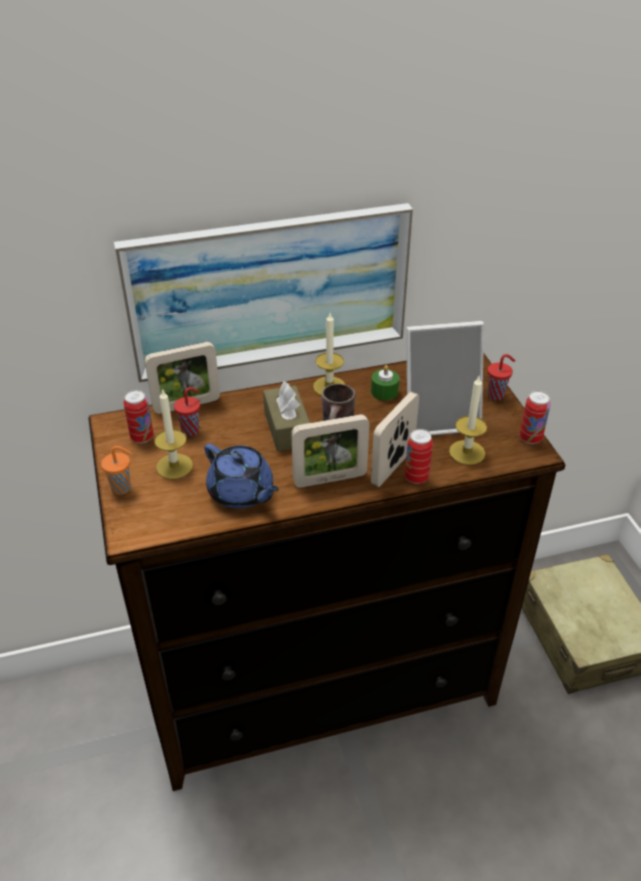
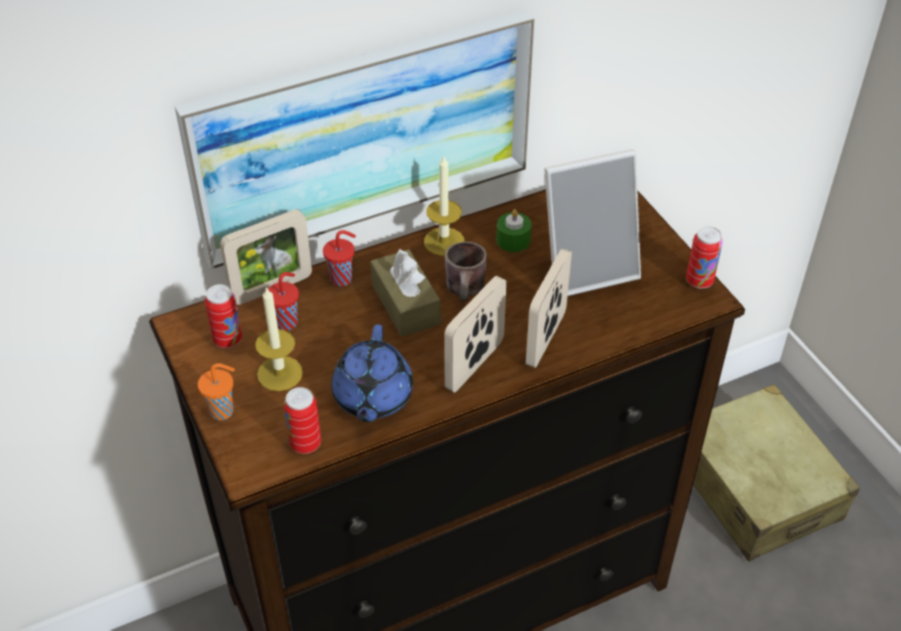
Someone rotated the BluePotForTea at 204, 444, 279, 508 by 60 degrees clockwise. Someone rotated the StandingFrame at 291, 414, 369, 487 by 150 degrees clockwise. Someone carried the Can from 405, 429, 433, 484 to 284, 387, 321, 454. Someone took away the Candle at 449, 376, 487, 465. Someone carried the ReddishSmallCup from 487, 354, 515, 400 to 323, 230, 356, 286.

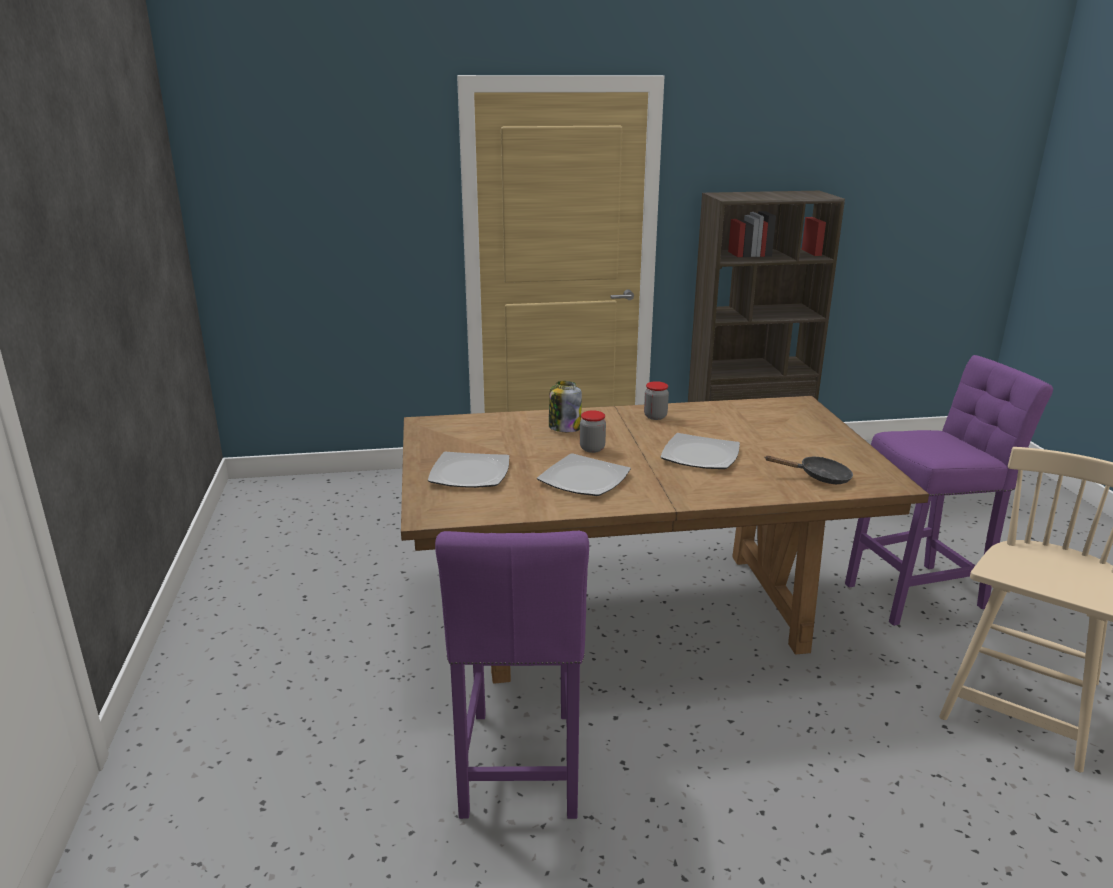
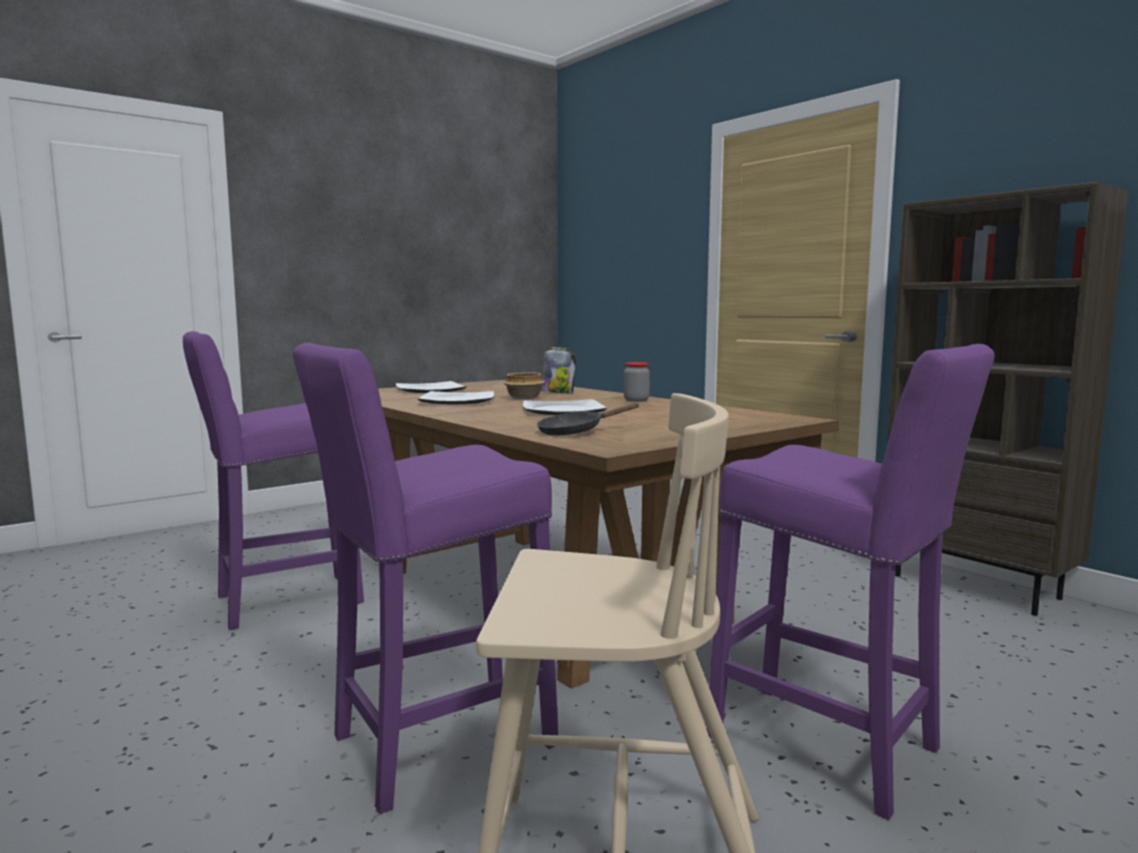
Someone swapped the PreserveJar at 580, 411, 606, 453 for the ServingBowl at 503, 372, 545, 400. Someone rotated the BlackFryingPan at 764, 455, 853, 484 by 90 degrees clockwise. Someone put down the PurpleColouredStool at 293, 343, 558, 814.

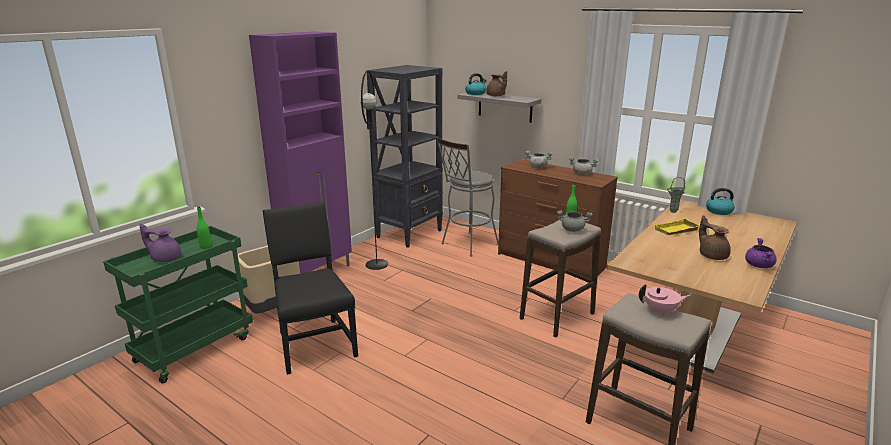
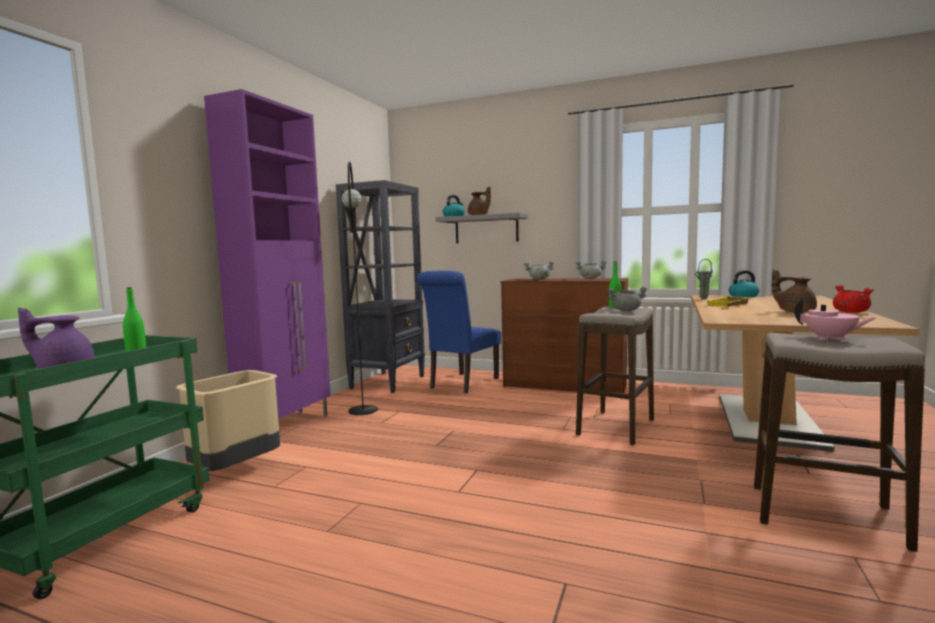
Someone took away the BlackPlainChair at 263, 202, 358, 375. Someone swapped the GreyishStool at 437, 137, 499, 257 for the BluePlainChair at 417, 271, 501, 394. Someone rotated the PinkColouredPotForTea at 639, 284, 690, 316 by 60 degrees clockwise. Someone repainted the PurpleColouredStockpot at 745, 238, 777, 268, which became the ReddishStockpot at 833, 285, 874, 313.

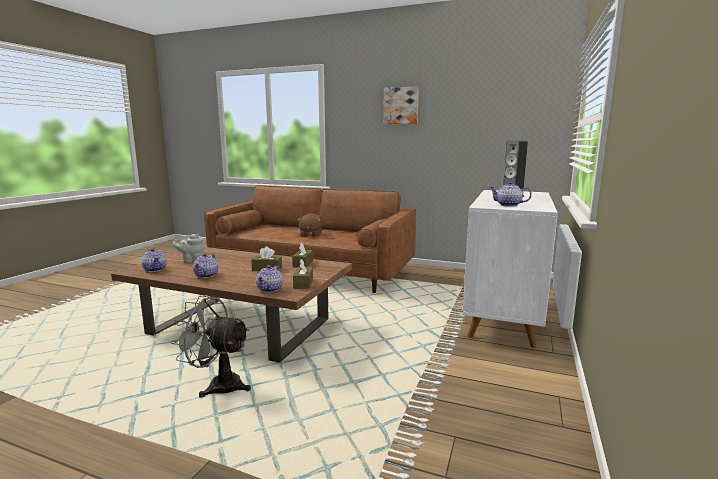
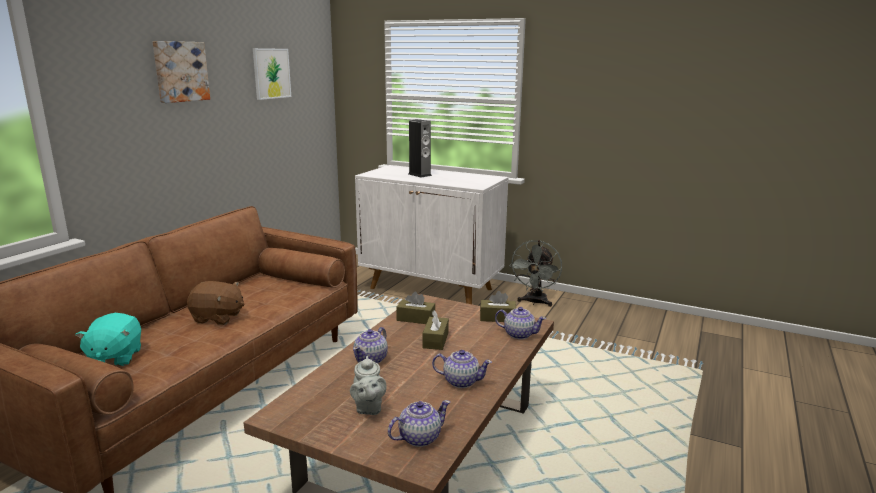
Someone carried the GreyishElectricFan from 170, 296, 251, 398 to 509, 240, 562, 307. Someone carried the PotForTea from 490, 181, 532, 207 to 353, 327, 388, 364. Someone put down the BlueGreenCuddlyToy at 75, 313, 141, 366. Someone put up the Picture at 253, 48, 291, 100.

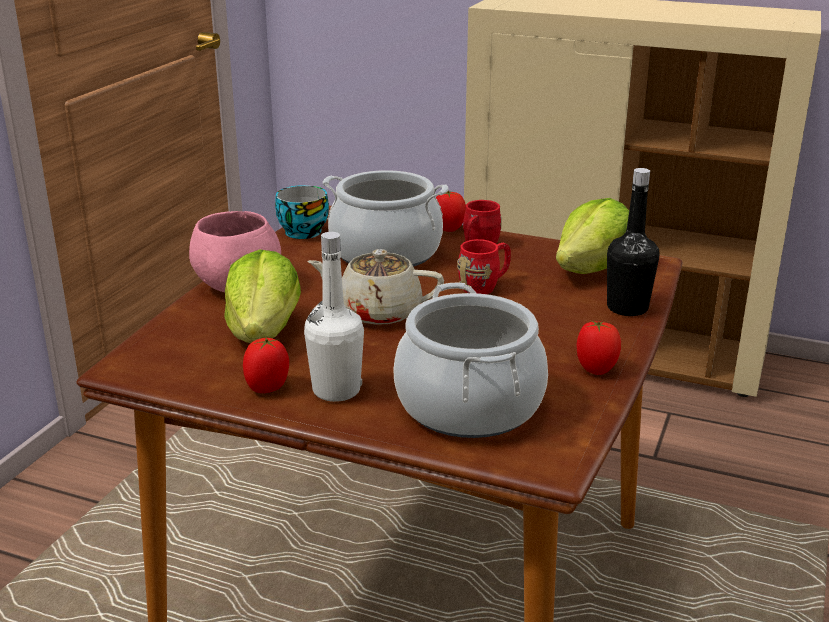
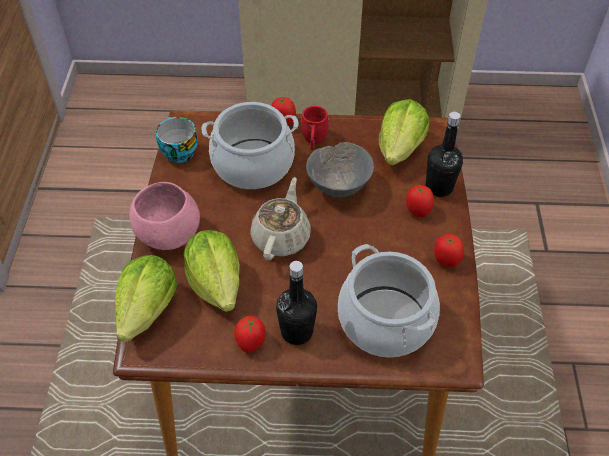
Someone repainted the WhiteColouredBottle at 304, 232, 364, 402, which became the BlackBottle at 276, 261, 317, 345. Someone rotated the SandColouredPotForTea at 307, 249, 444, 325 by 120 degrees clockwise. Someone swapped the ReddishMug at 457, 239, 511, 294 for the GreyishServingBowl at 306, 142, 374, 198. Someone put down the LettuceHead at 115, 255, 178, 342. Someone put down the WholeTomato at 406, 185, 434, 217.

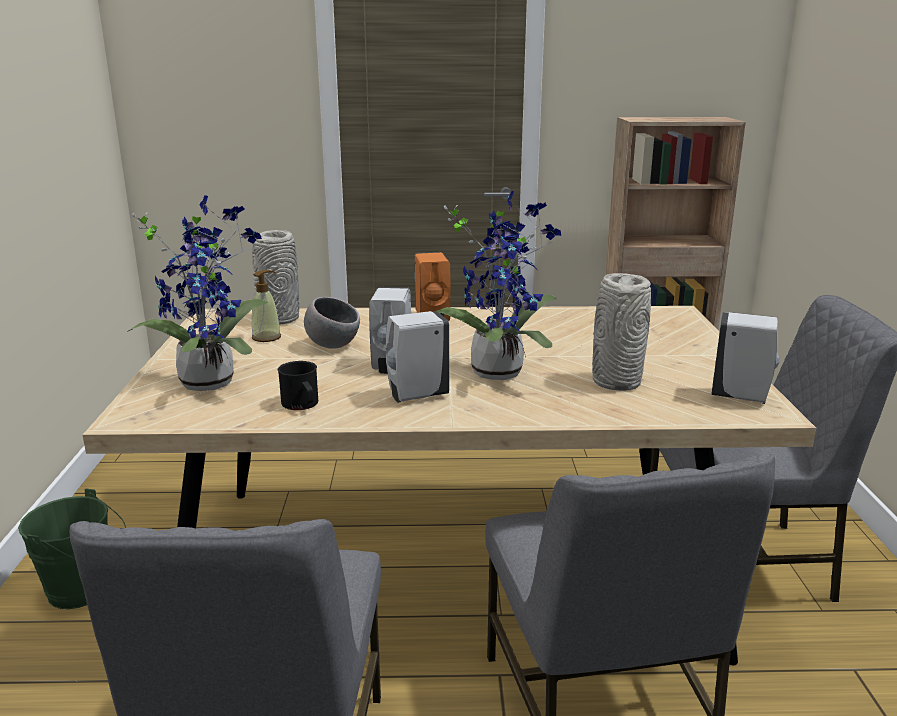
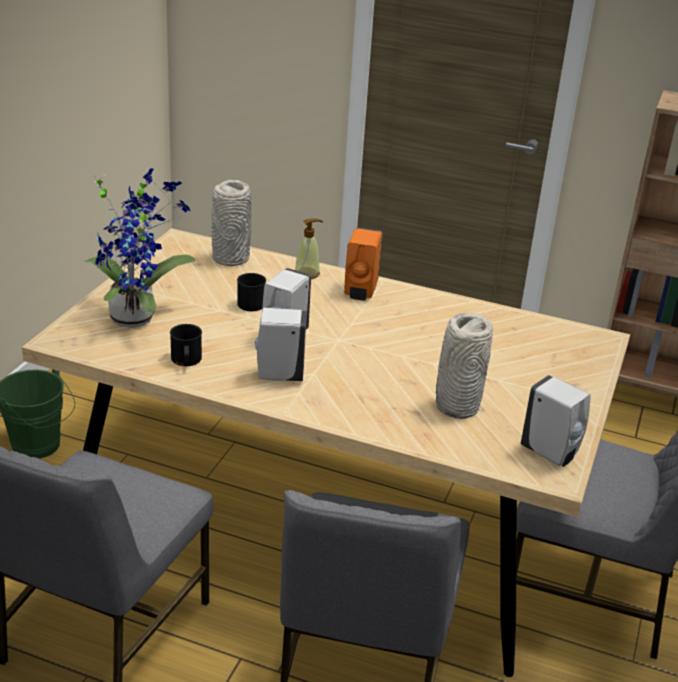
Someone carried the SoapDispenser from 252, 270, 281, 342 to 295, 218, 323, 279. Someone swapped the GreyishServingBowl at 304, 297, 360, 349 for the BlackMug at 237, 273, 266, 311. Someone took away the PlantInAPot at 437, 191, 561, 380.

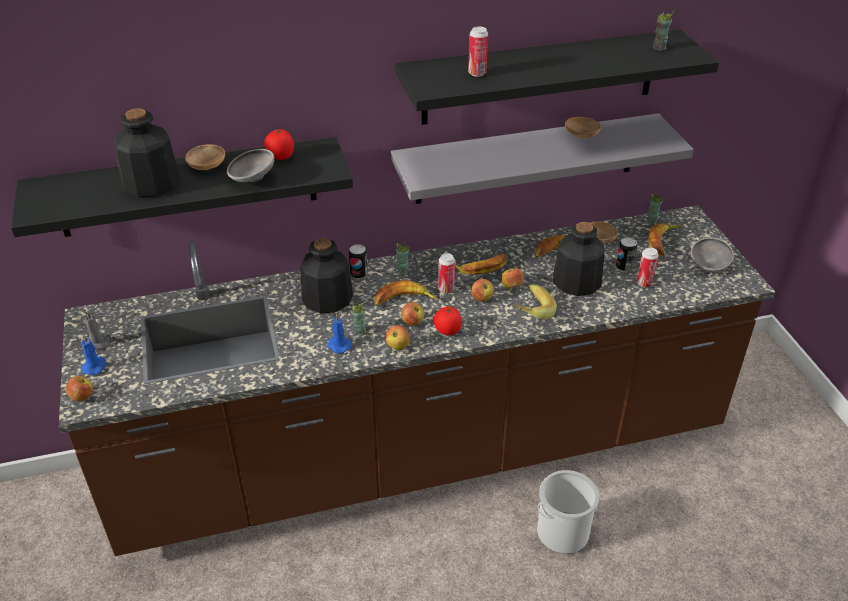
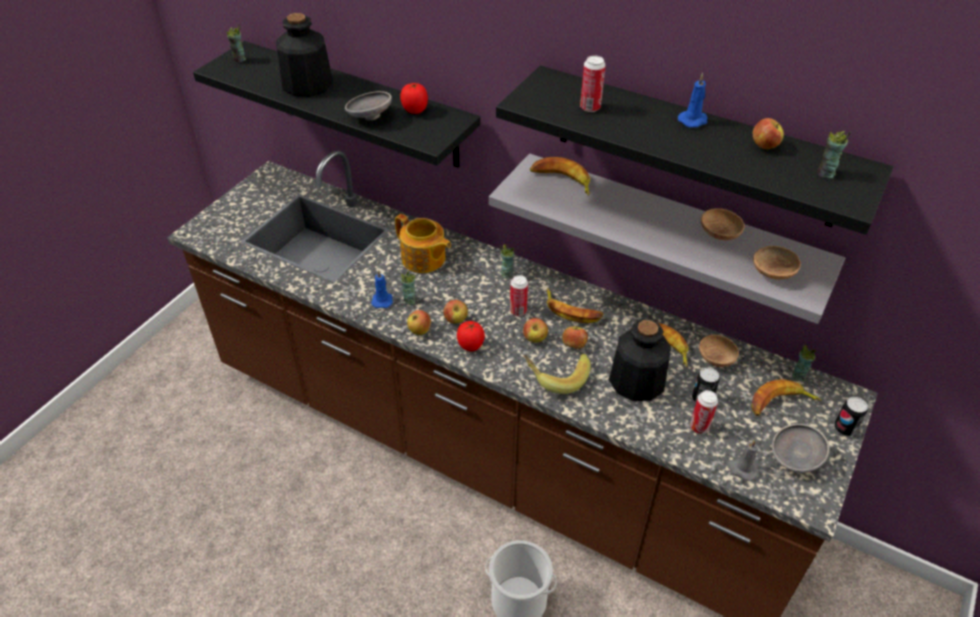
Someone carried the AppleFruit from 66, 376, 93, 401 to 753, 118, 784, 149. Someone carried the BlueCandle from 81, 335, 107, 375 to 678, 73, 708, 127. Someone carried the GreyishCandle from 84, 311, 110, 350 to 727, 440, 759, 481. Someone carried the BrownishServingBowl from 185, 144, 225, 170 to 753, 246, 801, 280. Someone swapped the Bottle at 300, 238, 353, 313 for the PotForTea at 395, 214, 451, 273. Someone carried the Can from 349, 244, 368, 279 to 834, 397, 868, 436. Someone carried the Banana from 374, 280, 438, 306 to 530, 157, 590, 196. Someone put down the SmallCup at 226, 24, 246, 63.

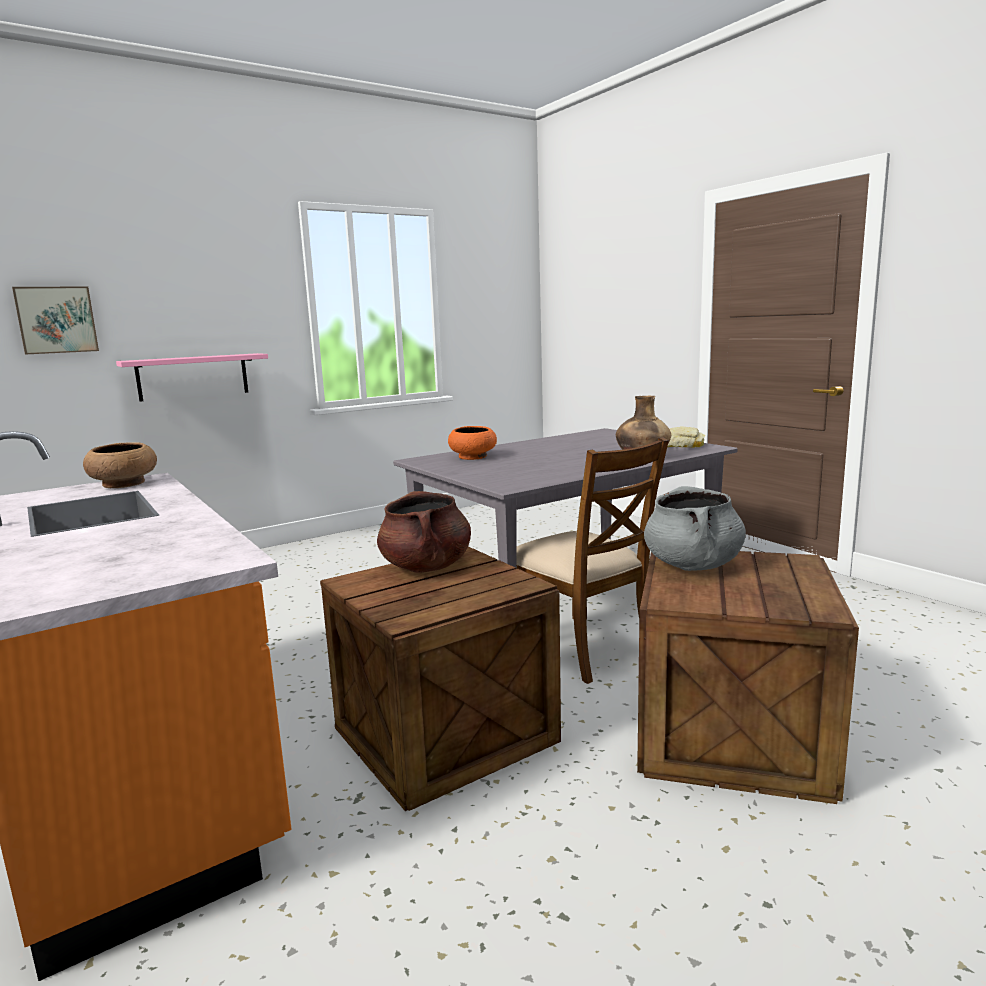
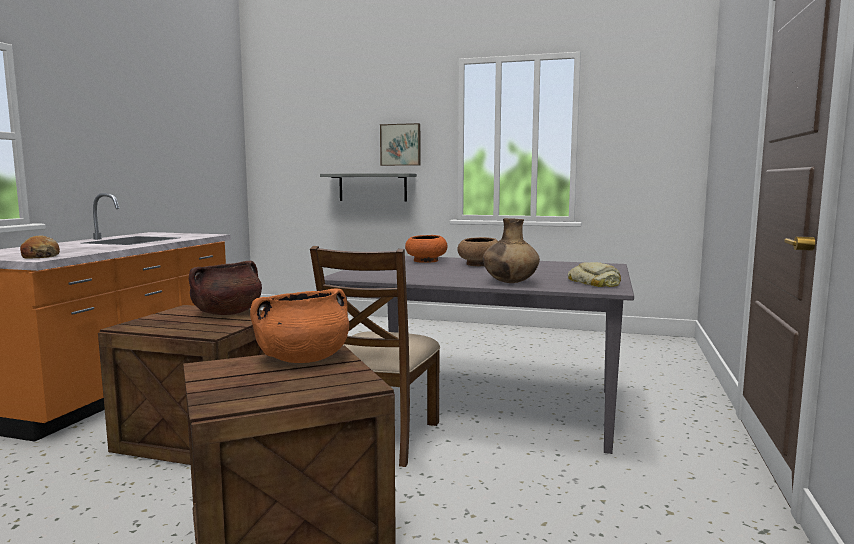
Someone carried the Picture from 12, 287, 99, 355 to 380, 123, 420, 166. Someone carried the BrownishServingBowl from 83, 442, 157, 488 to 457, 237, 498, 266. Someone repainted the PinkColouredBracketShelf at 116, 353, 268, 401, which became the GreyishBracketShelf at 320, 173, 417, 202. Someone repainted the GreyishStockpot at 644, 486, 746, 571, which became the OrangeColouredStockpot at 250, 289, 349, 363. Someone put down the BakeryBread at 20, 236, 60, 258.

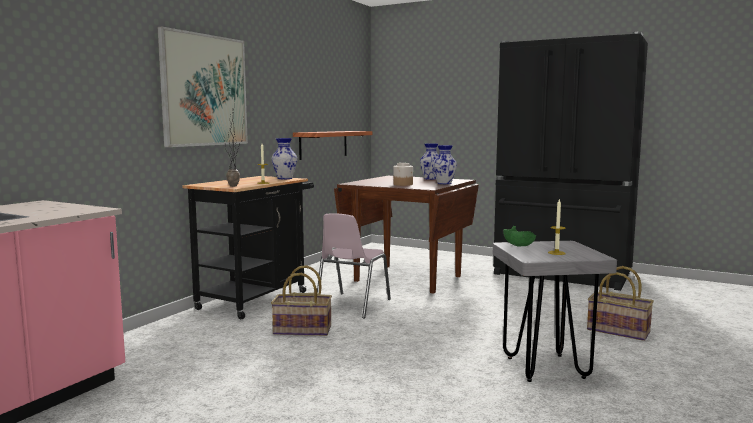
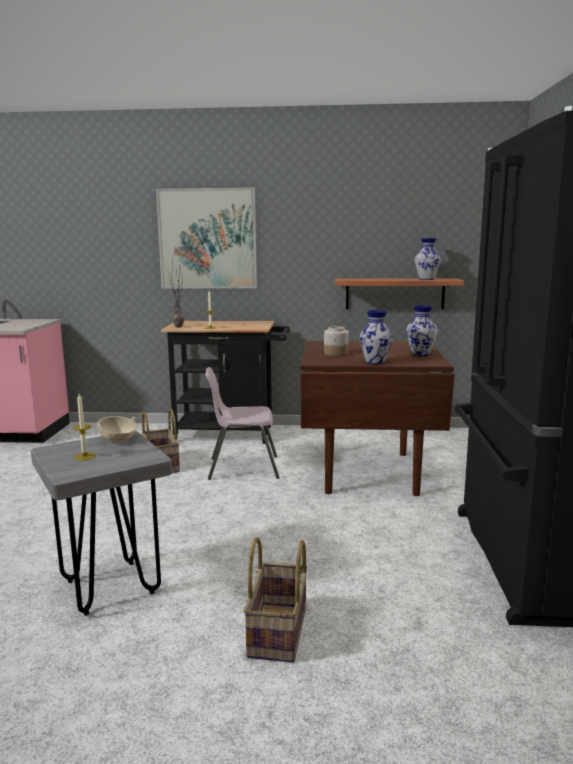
Someone carried the DecorativeVase from 271, 138, 297, 179 to 415, 238, 441, 280. Someone repainted the GreenishServingBowl at 503, 226, 536, 247, which became the SandColouredServingBowl at 97, 416, 138, 442.

